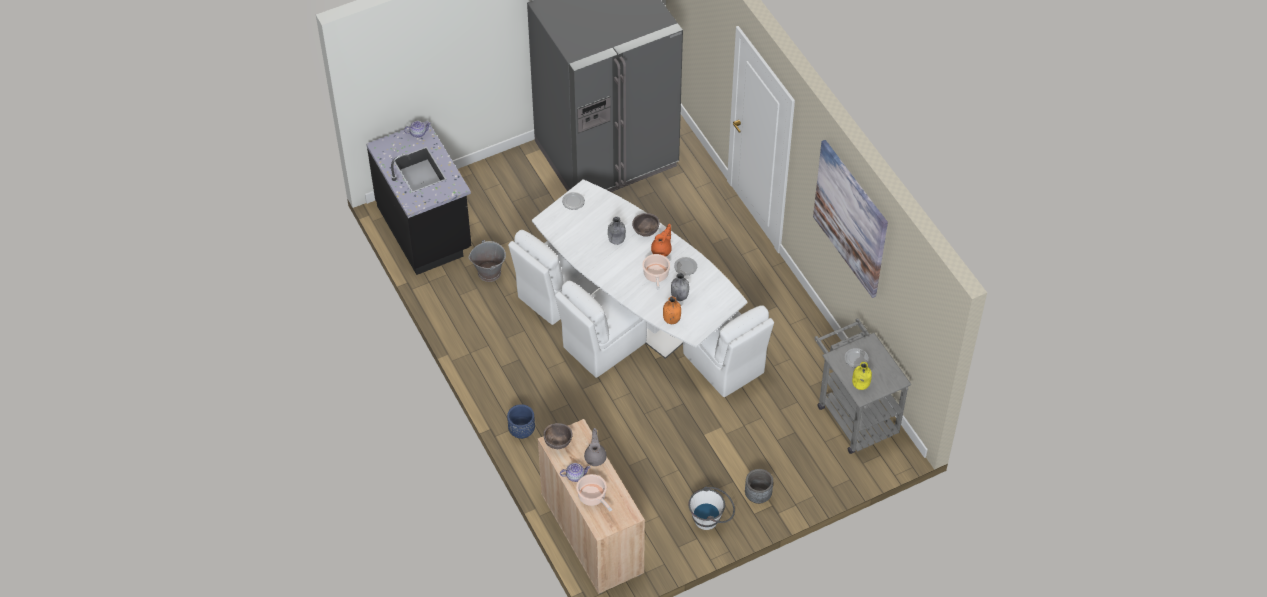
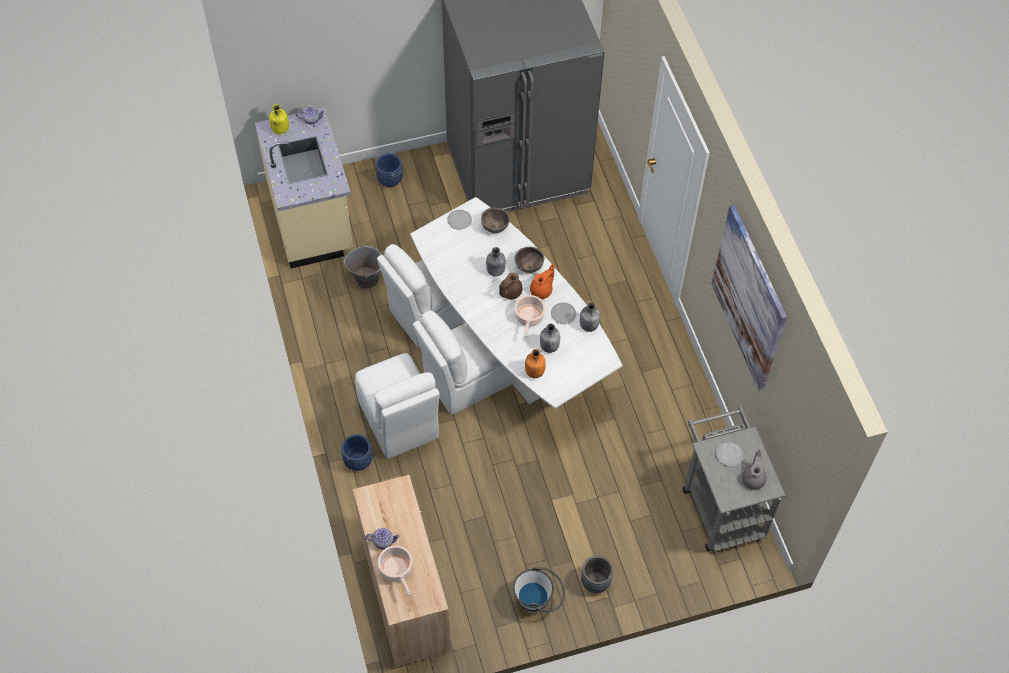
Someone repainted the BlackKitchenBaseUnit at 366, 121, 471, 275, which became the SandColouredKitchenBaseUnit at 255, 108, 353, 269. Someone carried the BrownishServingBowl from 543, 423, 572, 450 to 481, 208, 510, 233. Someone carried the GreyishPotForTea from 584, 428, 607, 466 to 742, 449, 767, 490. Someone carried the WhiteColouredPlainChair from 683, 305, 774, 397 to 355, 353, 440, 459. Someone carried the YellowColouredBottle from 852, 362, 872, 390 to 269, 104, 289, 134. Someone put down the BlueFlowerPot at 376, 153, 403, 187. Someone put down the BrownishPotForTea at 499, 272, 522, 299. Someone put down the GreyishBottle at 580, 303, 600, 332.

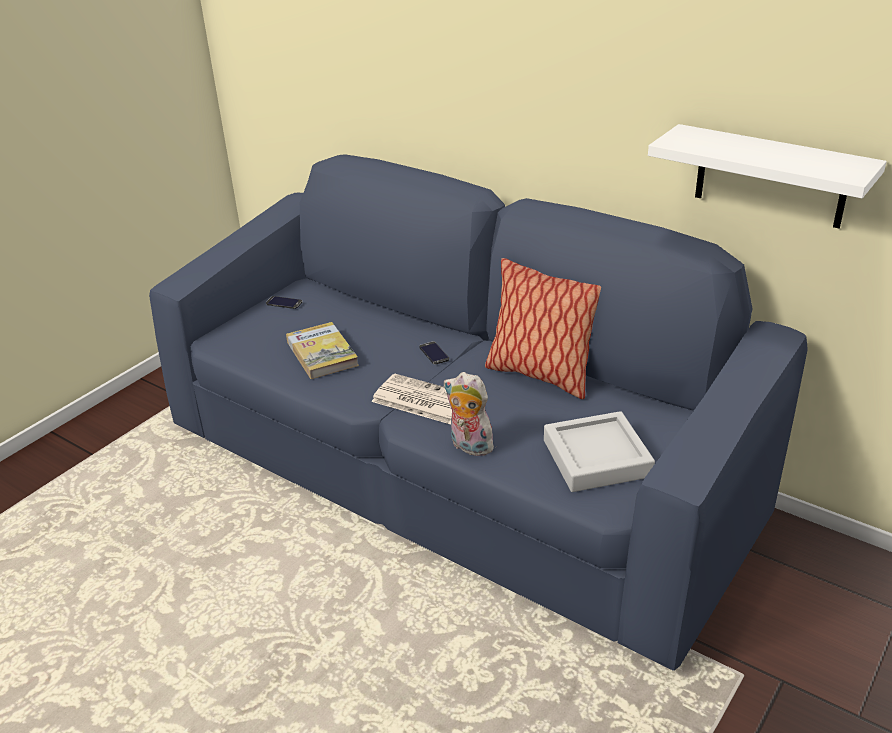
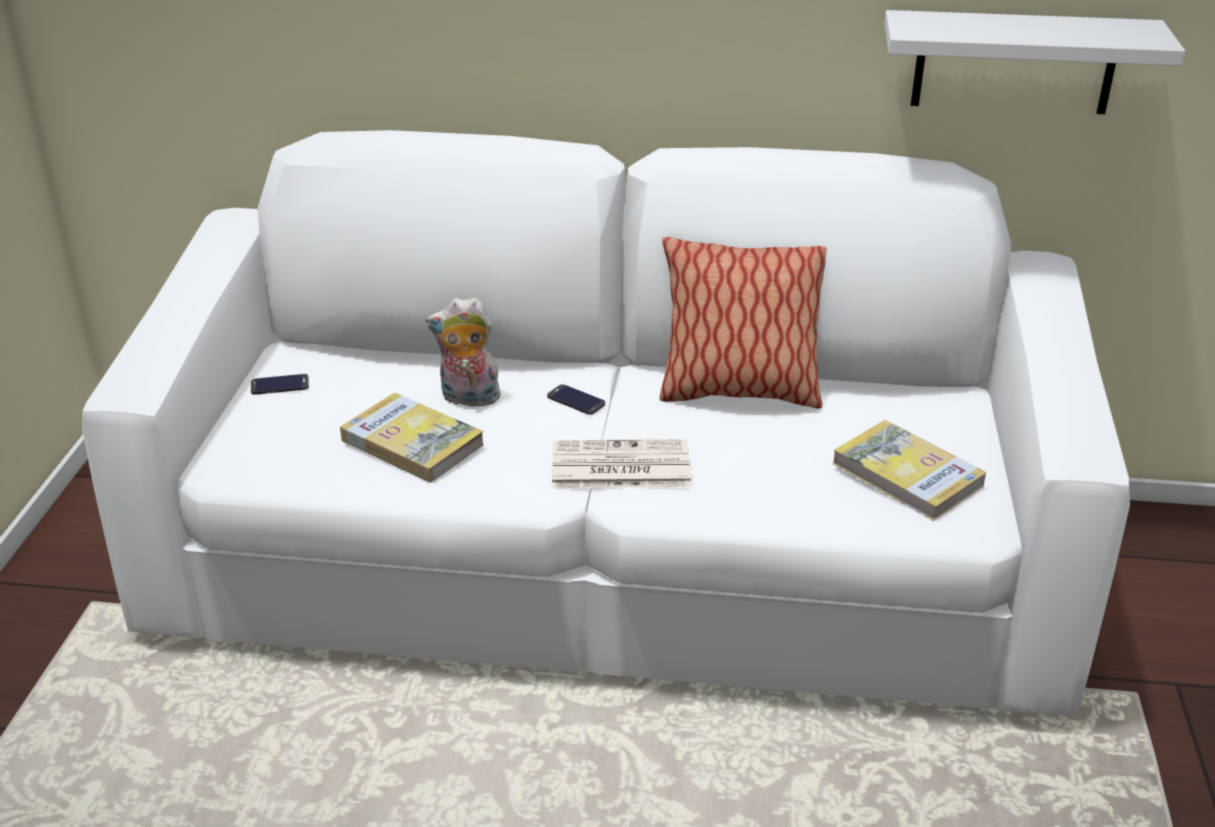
Someone repainted the BlueSettee at 149, 154, 808, 671, which became the WhiteColouredSettee at 82, 130, 1130, 716. Someone carried the CuddlyToy from 444, 372, 494, 456 to 426, 298, 503, 410. Someone swapped the GreyishServingTray at 544, 411, 655, 492 for the Book at 832, 420, 986, 521.

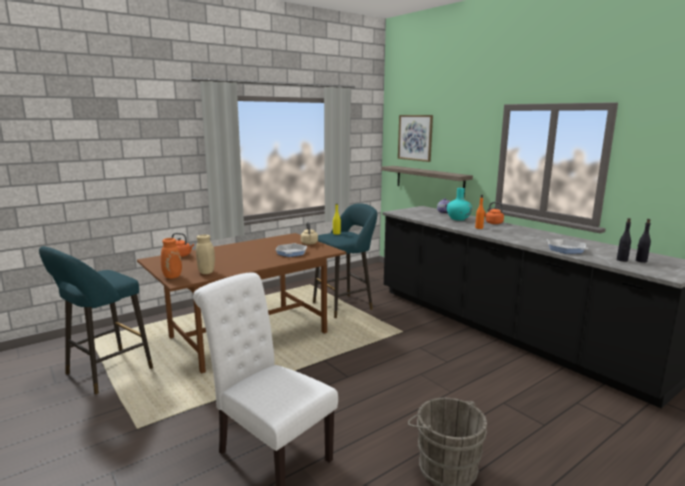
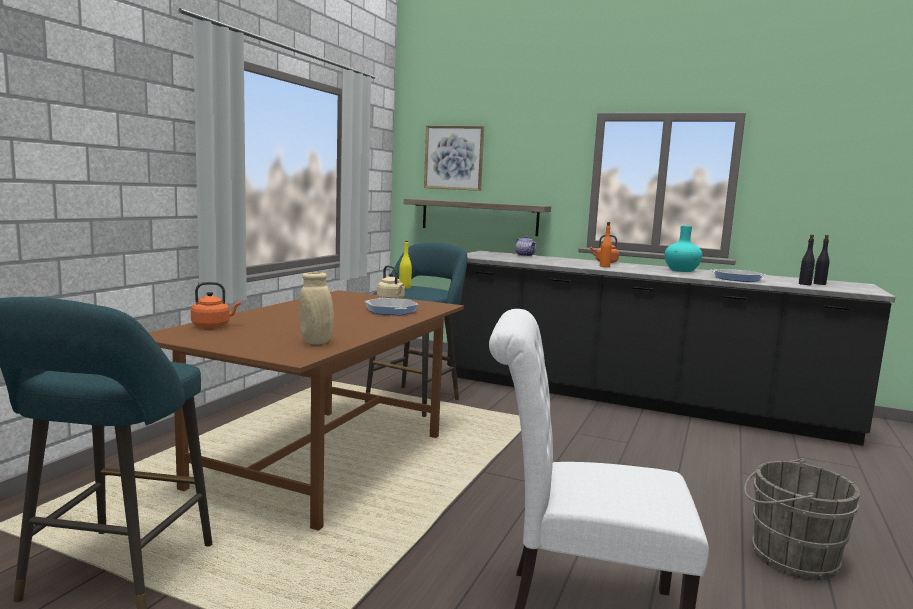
Someone took away the OrangeColouredDecorativeVase at 161, 238, 182, 279. Someone carried the BlueGreenDecorativeVase from 447, 188, 472, 221 to 665, 226, 702, 272.

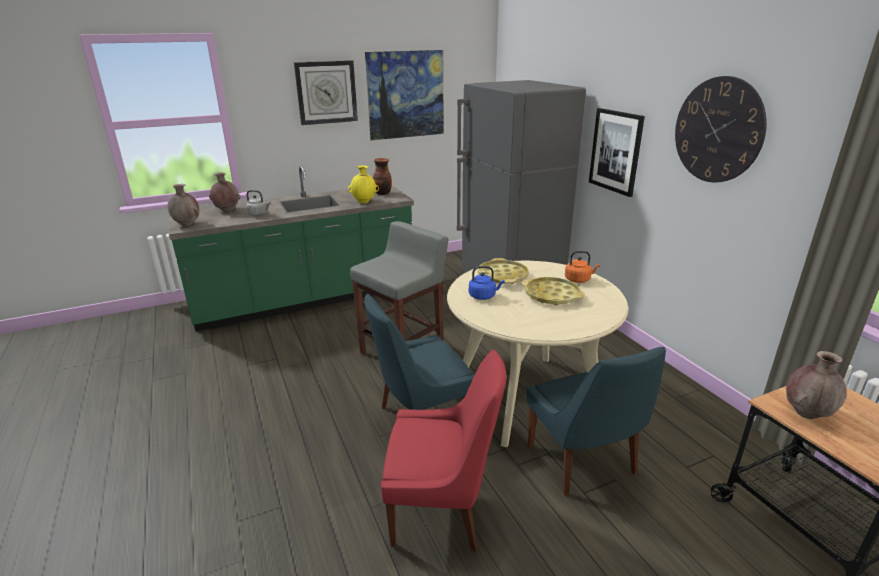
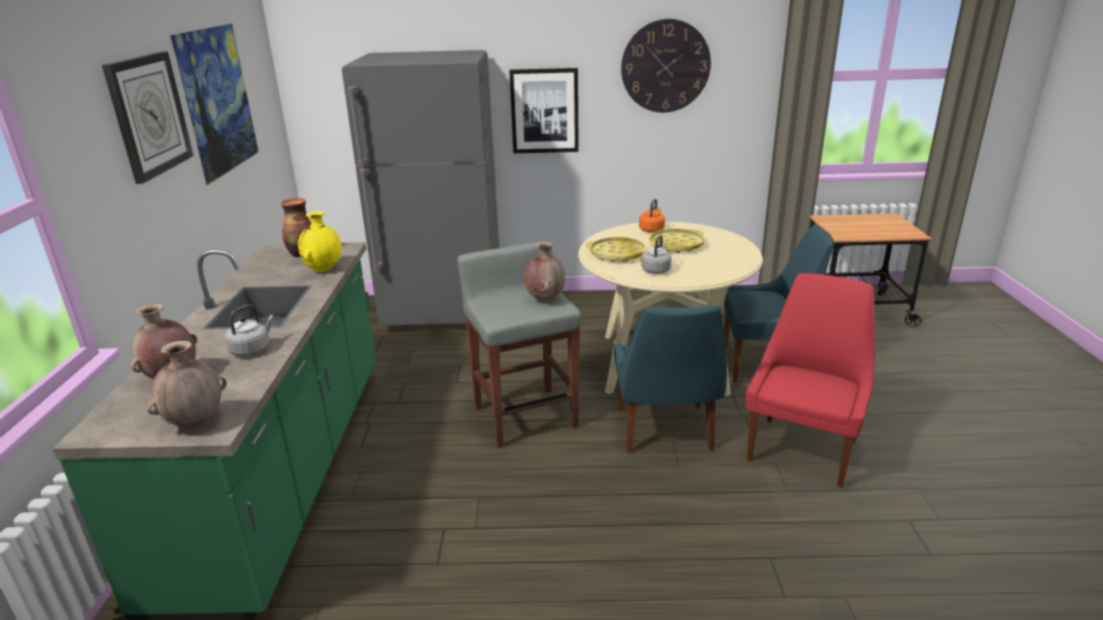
Someone repainted the BlueKettle at 469, 266, 505, 300, which became the GreyishKettle at 641, 235, 672, 274. Someone carried the BrownishDecorativeVase from 786, 351, 847, 419 to 524, 242, 566, 303.

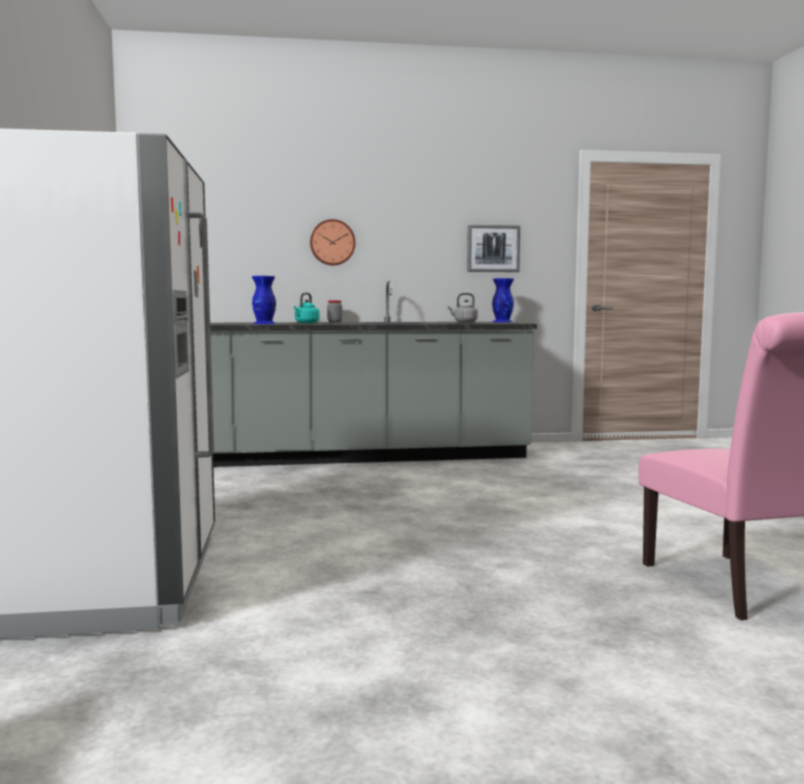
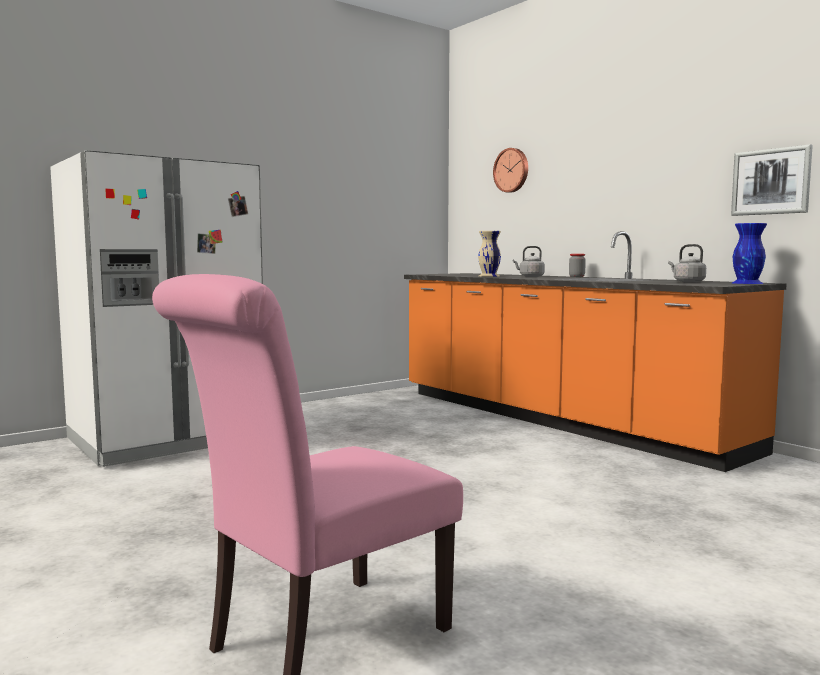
Someone repainted the GreyishKitchenBaseUnit at 210, 281, 537, 467, which became the OrangeColouredKitchenBaseUnit at 404, 231, 787, 472. Someone repainted the BlueDecorativeVase at 252, 276, 276, 324, which became the SandColouredDecorativeVase at 478, 231, 501, 277. Someone repainted the BlueGreenKettle at 294, 293, 320, 323, which became the GreyishKettle at 513, 246, 545, 277. Someone carried the ClockOnTheWall from 310, 219, 355, 265 to 493, 148, 528, 193.

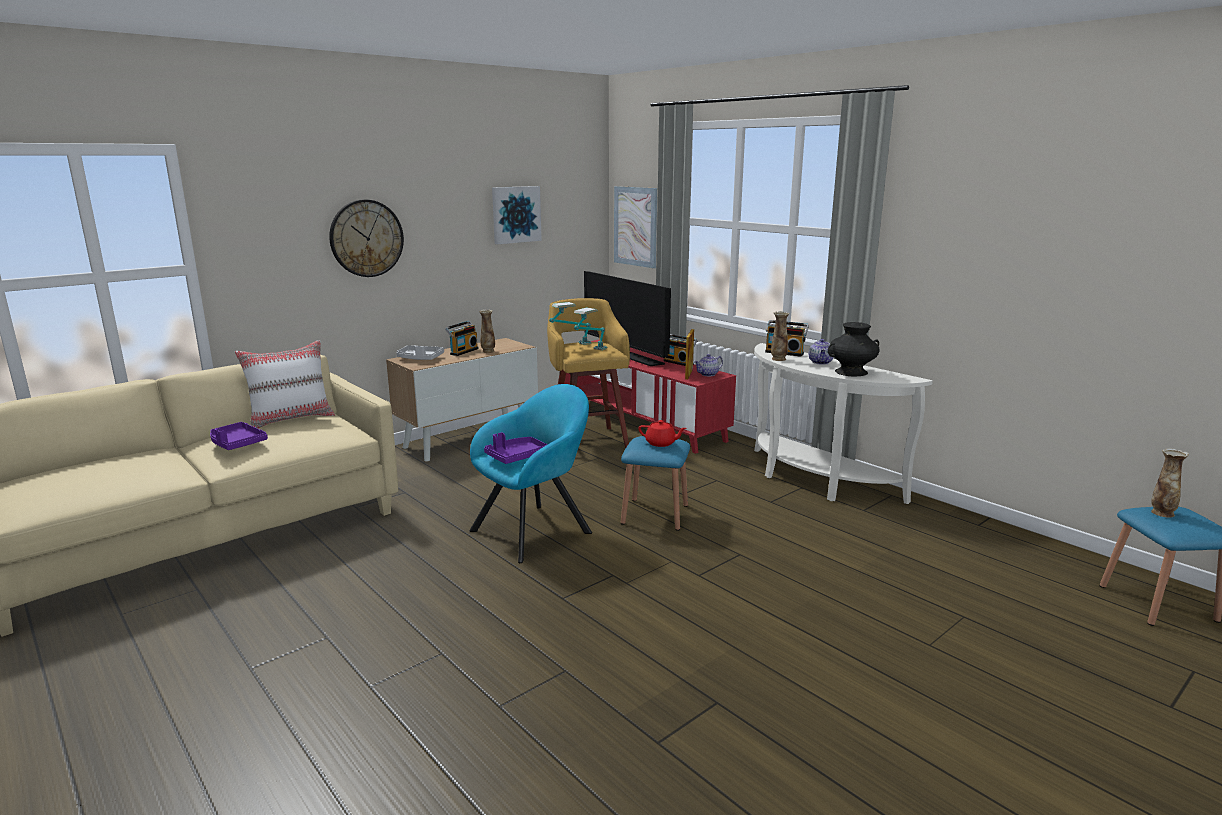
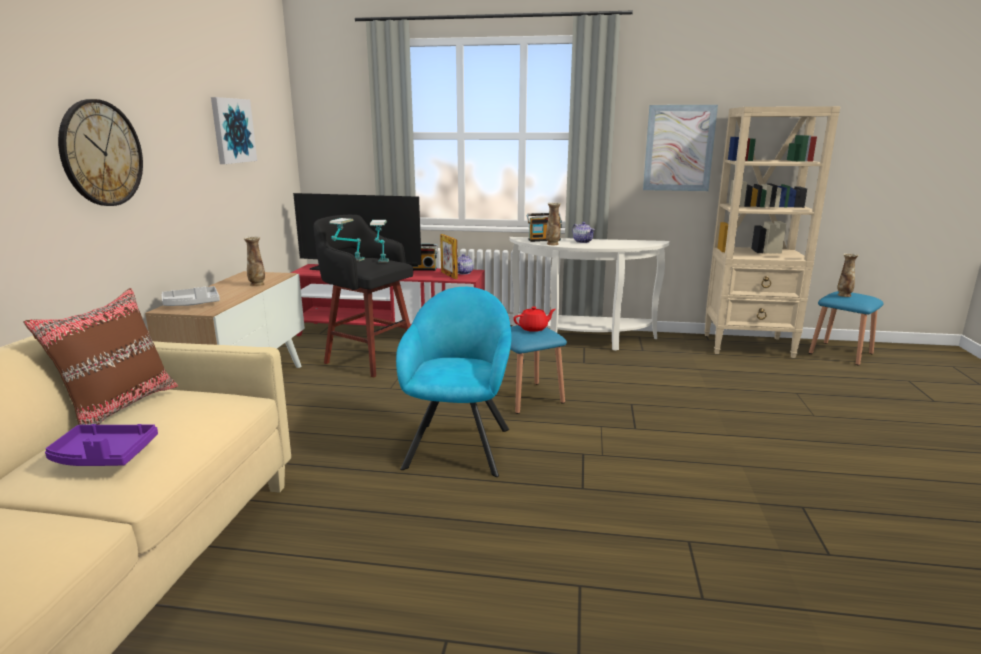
Someone repainted the WhiteColouredThrowPillow at 235, 340, 335, 428, which became the BrownishThrowPillow at 23, 288, 178, 425. Someone took away the RadioSet at 445, 321, 479, 356. Someone took away the PurpleColouredServingTray at 484, 432, 548, 464. Someone repainted the YellowColouredStool at 547, 298, 630, 449, which became the BlackStool at 314, 215, 413, 378. Someone carried the Picture from 614, 186, 657, 268 to 643, 105, 718, 191. Someone took away the BlackDecorativeVase at 828, 322, 880, 376. Someone put down the SandColouredBookshelf at 704, 106, 841, 358.

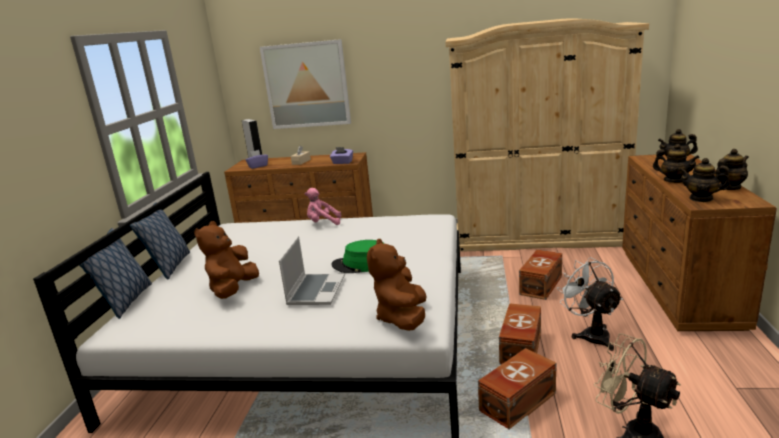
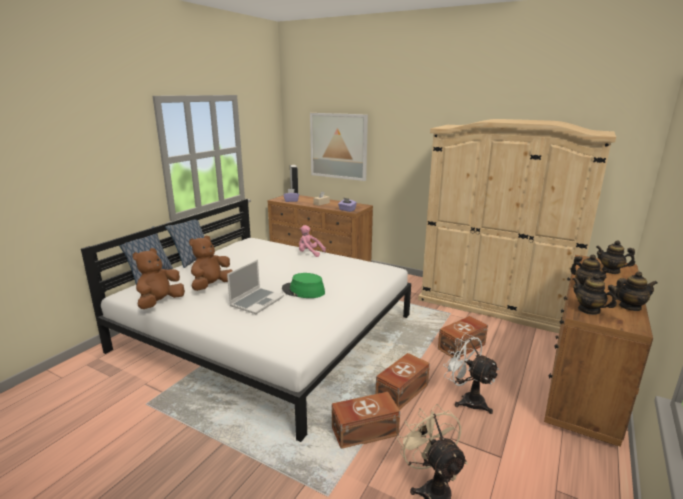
Someone carried the BrownishCuddlyToy from 367, 239, 427, 331 to 133, 248, 185, 309. Someone rotated the WhiteColouredElectricFan at 557, 257, 623, 351 by 45 degrees counterclockwise.

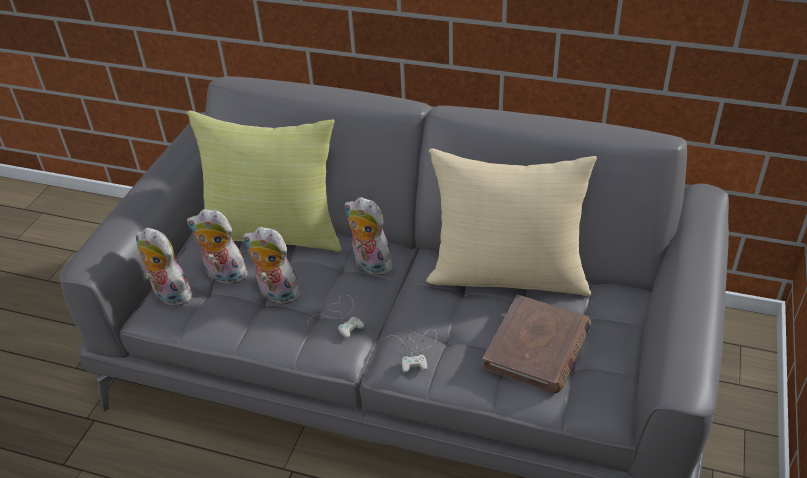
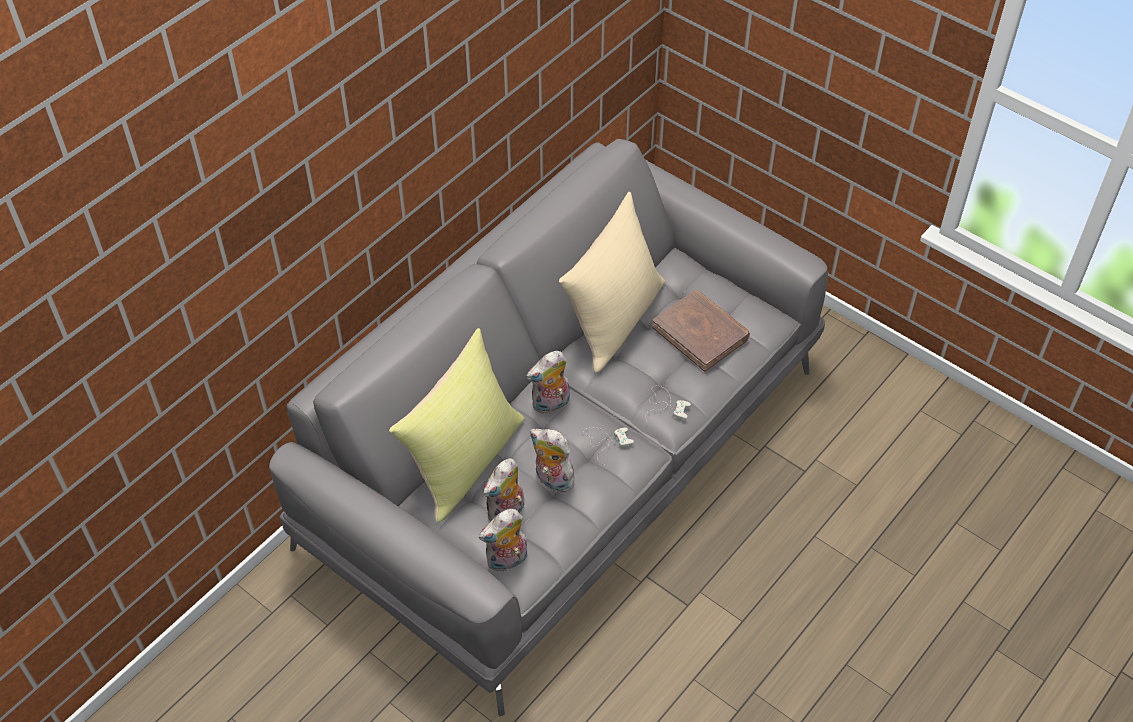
Someone rotated the CuddlyToy at 243, 227, 300, 304 by 75 degrees clockwise.

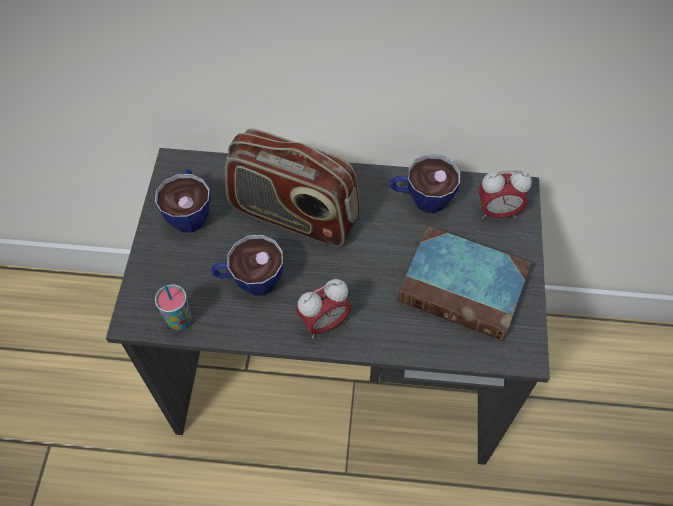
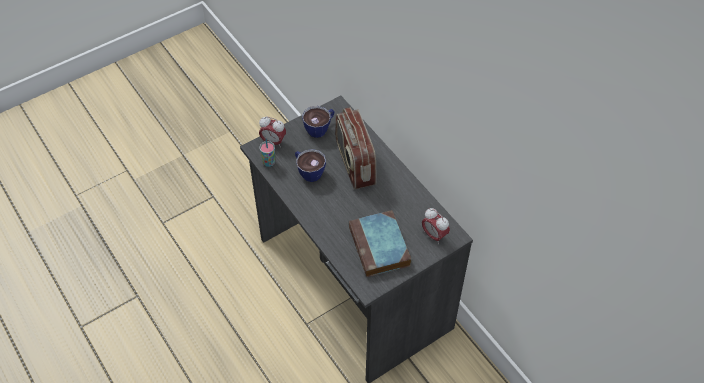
Someone carried the BedsideClock from 296, 279, 351, 338 to 259, 117, 286, 148. Someone took away the SmallCup at 390, 154, 460, 213.

